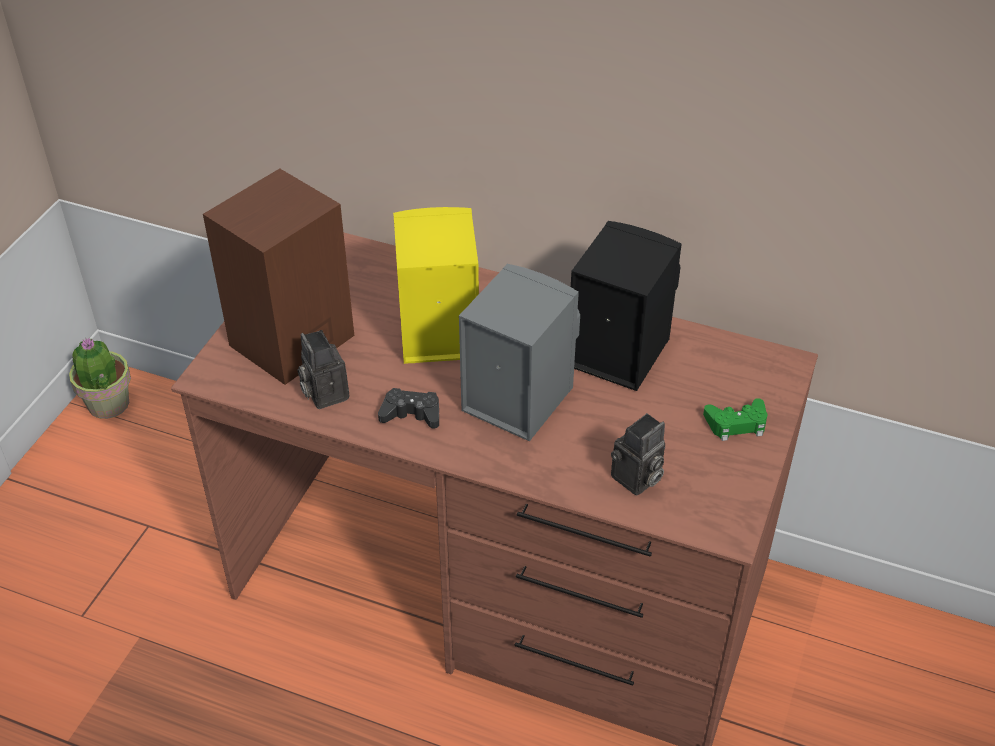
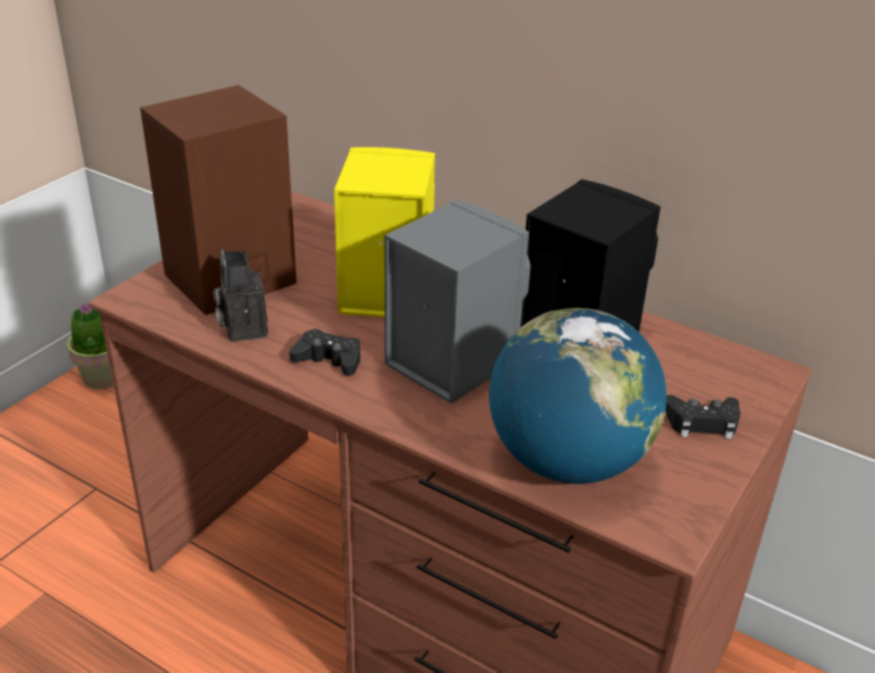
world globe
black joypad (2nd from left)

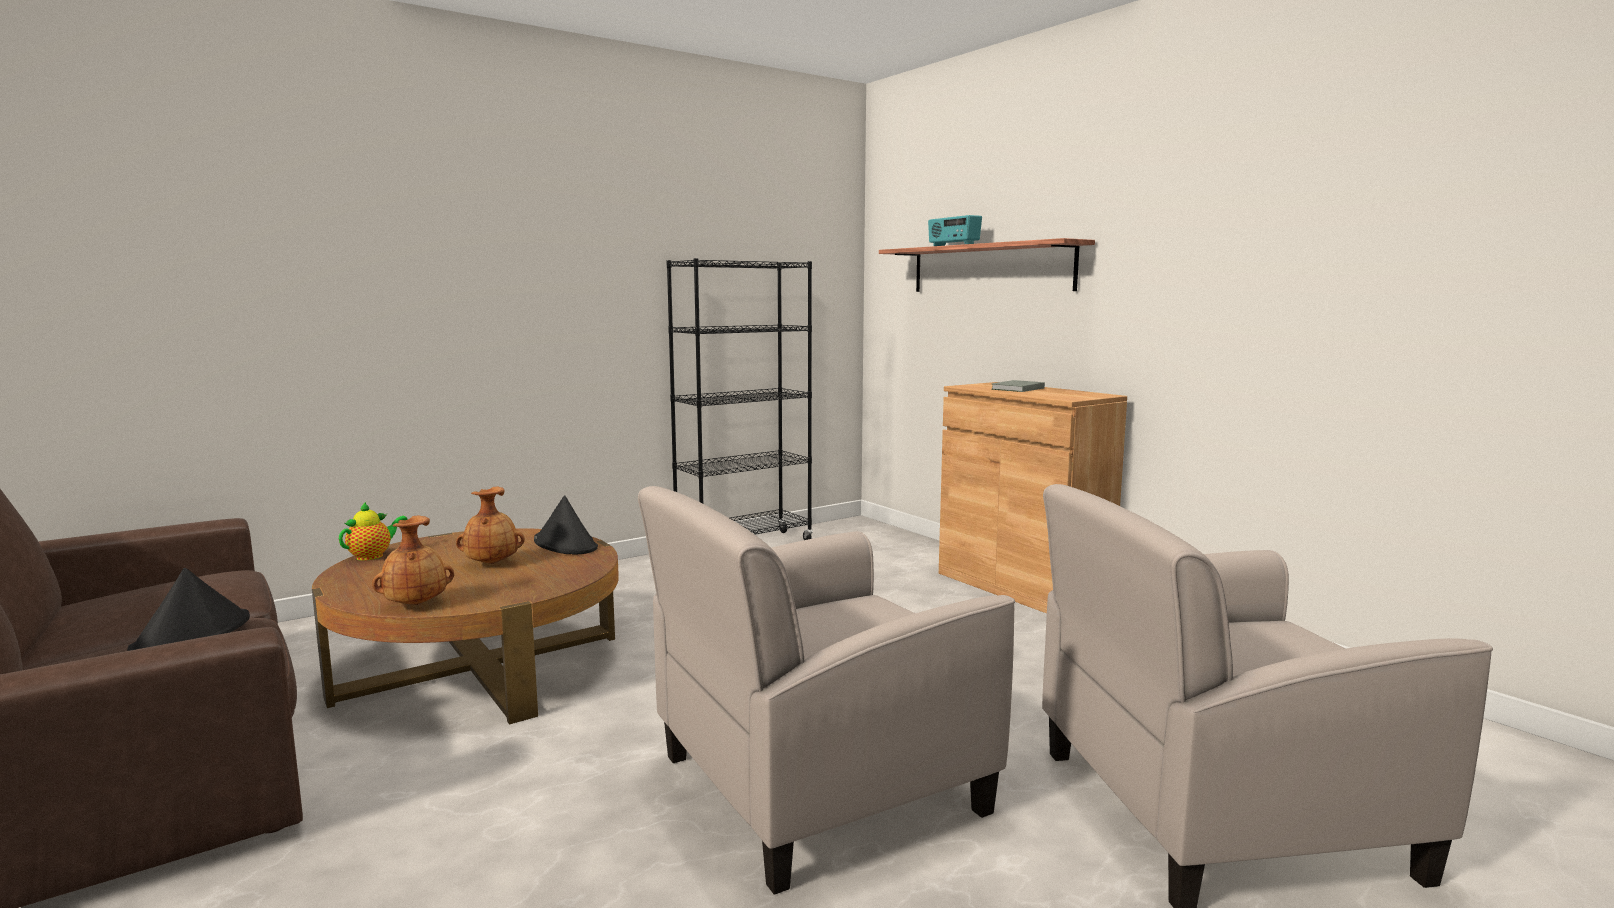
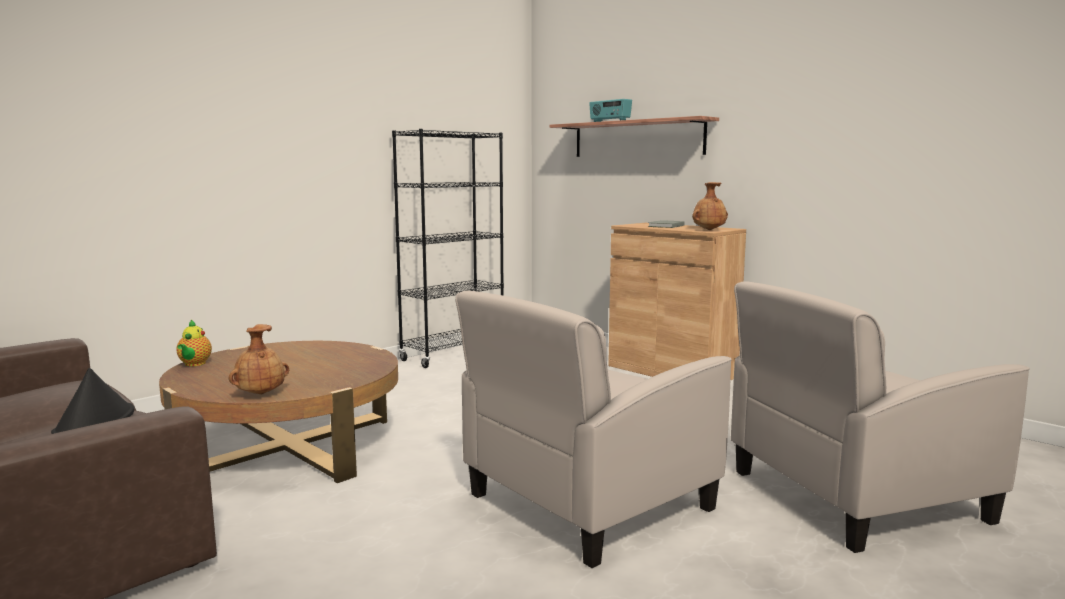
pot for tea
brownish decorative vase (2nd from left)
black wearable hat (2nd from left in the first image)

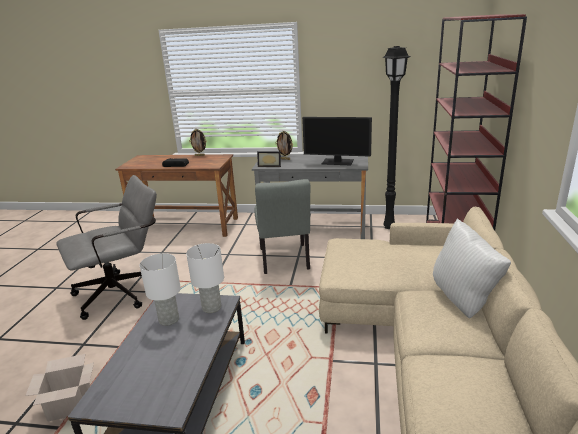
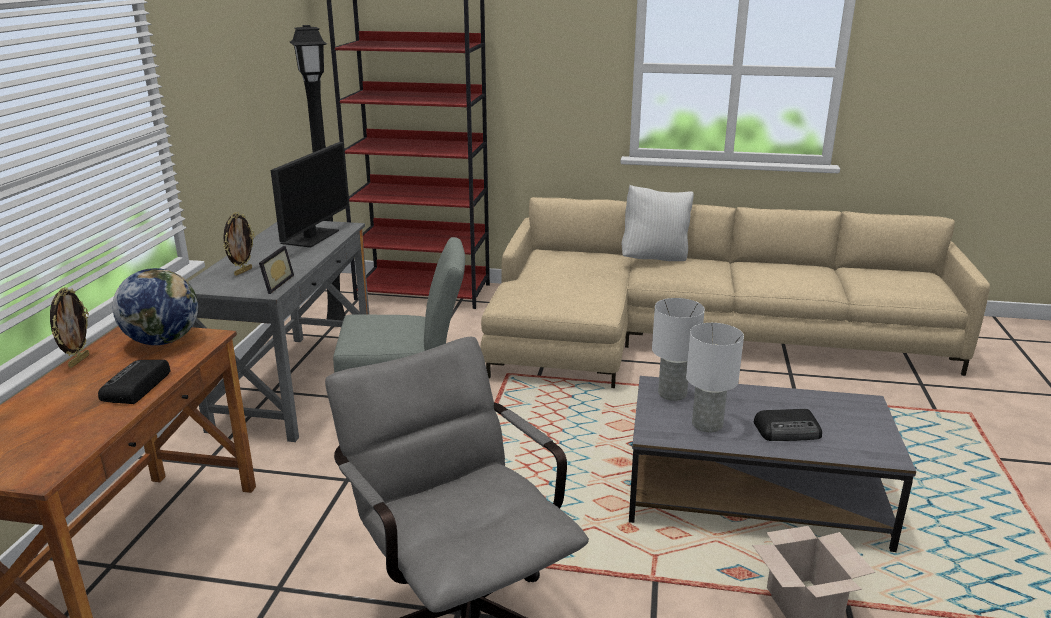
world globe
radio set (2nd from left)

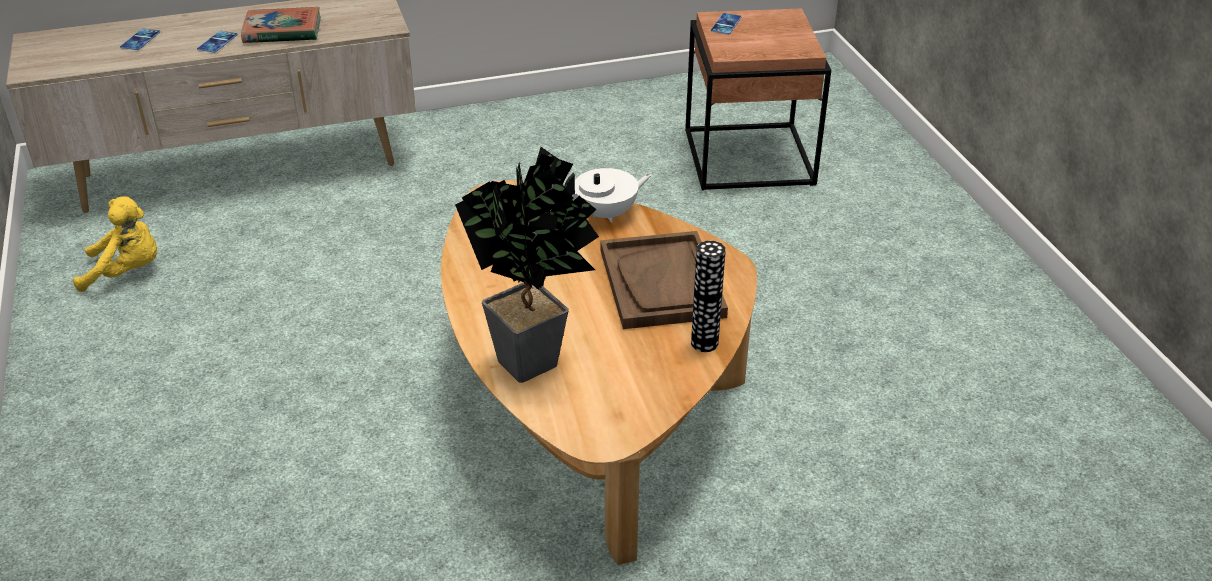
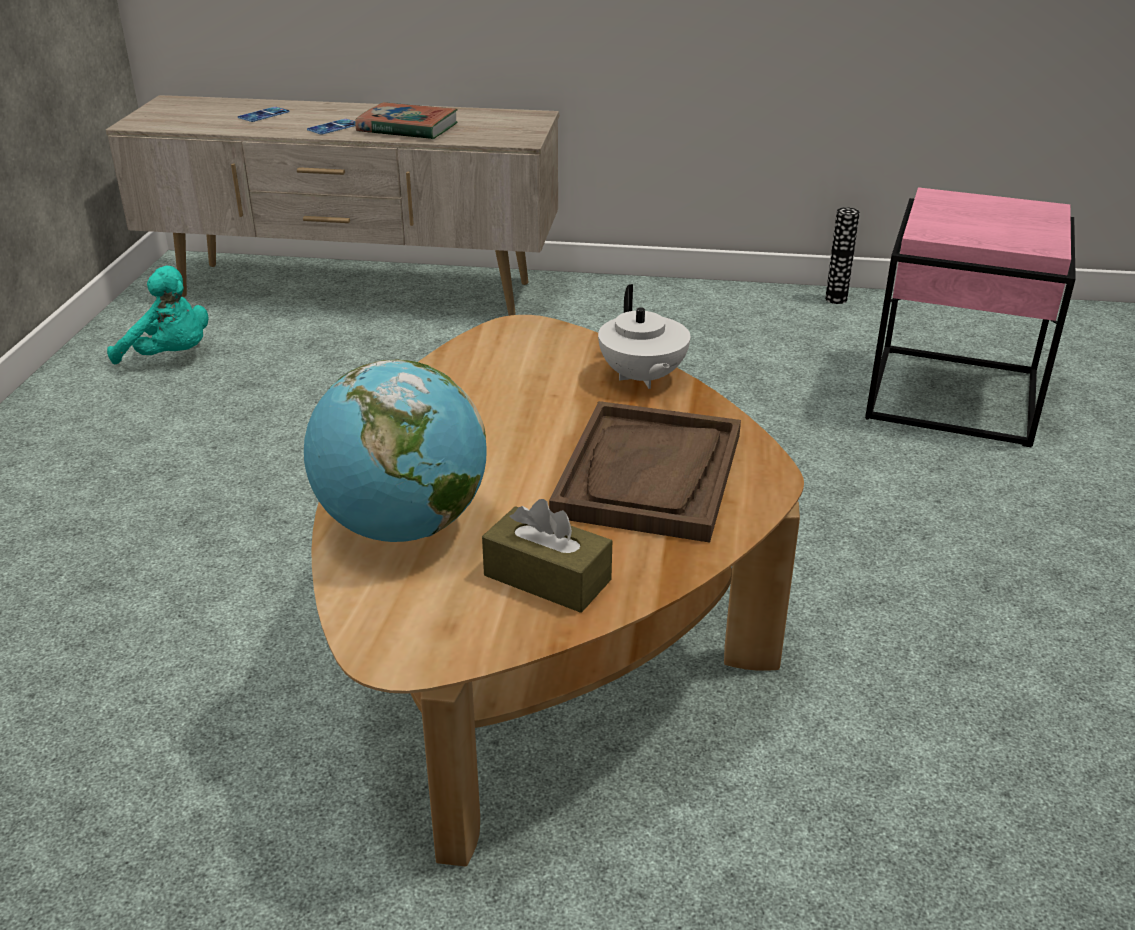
turquoise plush toy
world globe
brownish box of tissues
white-coloured pot for tea
decorative vase
pink end table
phone (3rd from left in the first image)

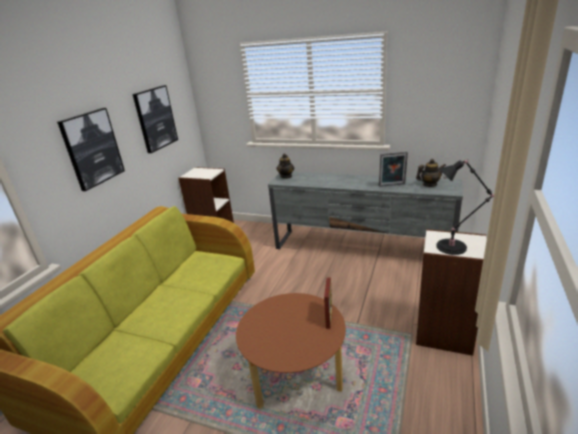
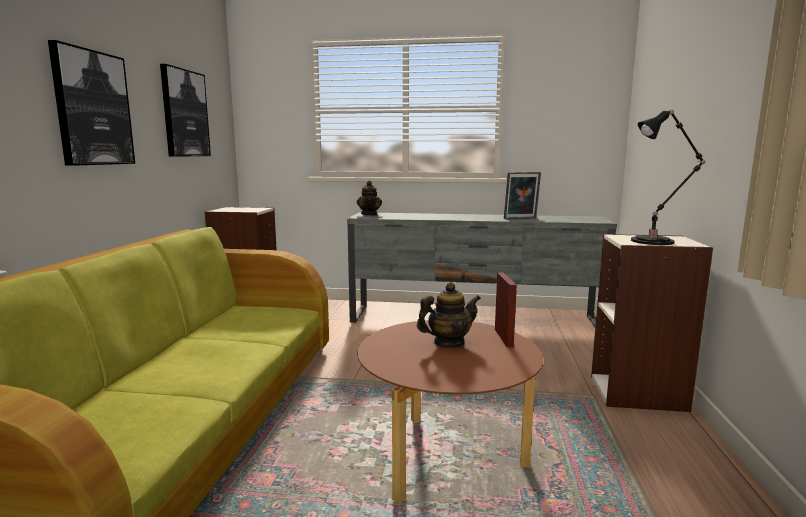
pot for tea (2nd from left)

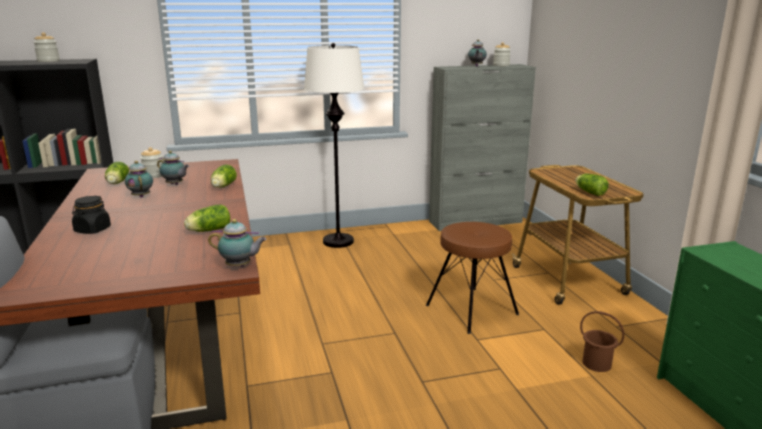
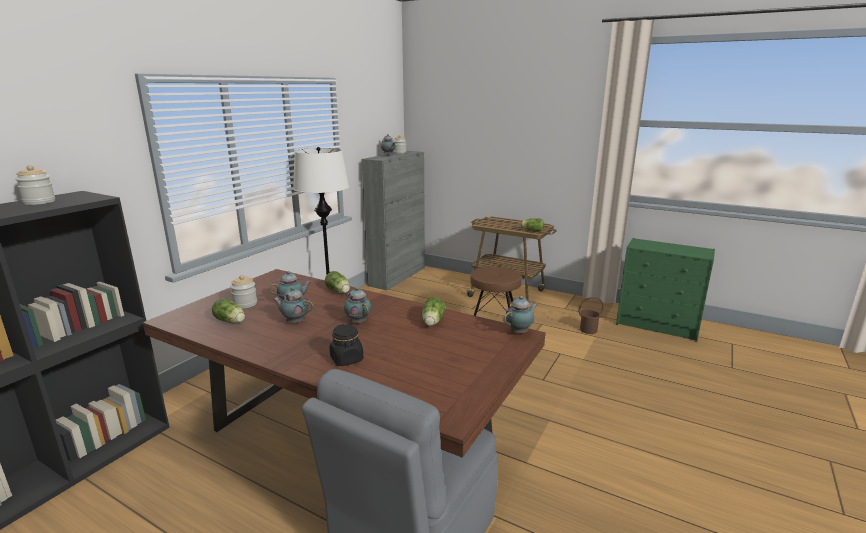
pot for tea (3rd from left)

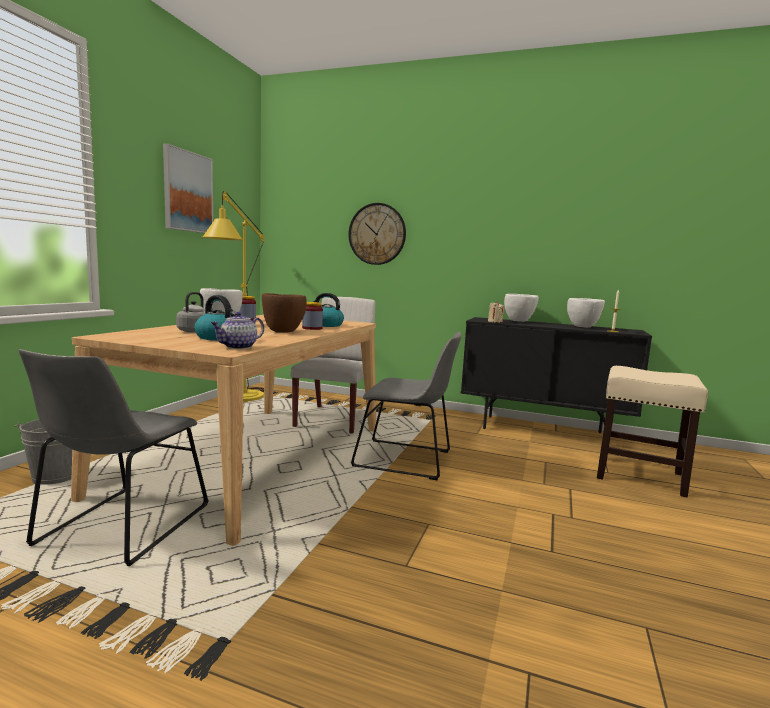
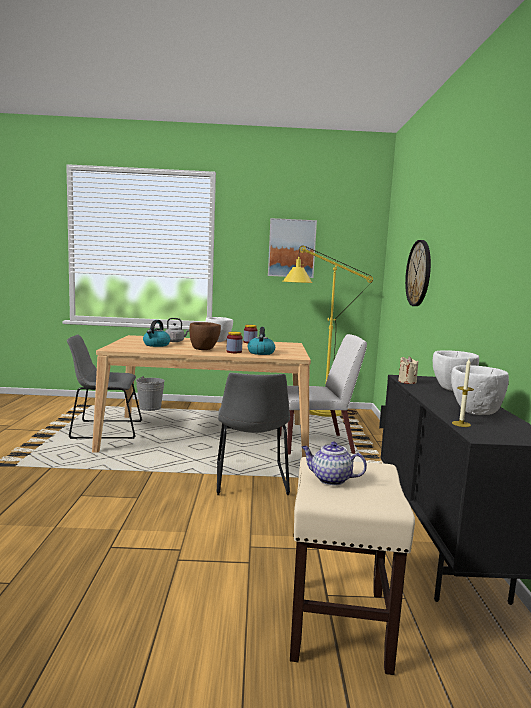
pot for tea

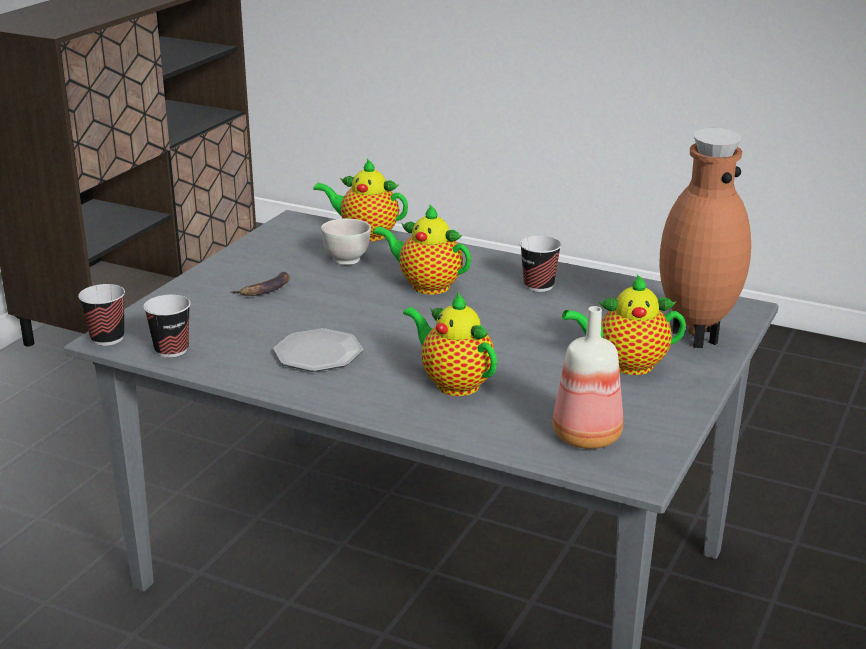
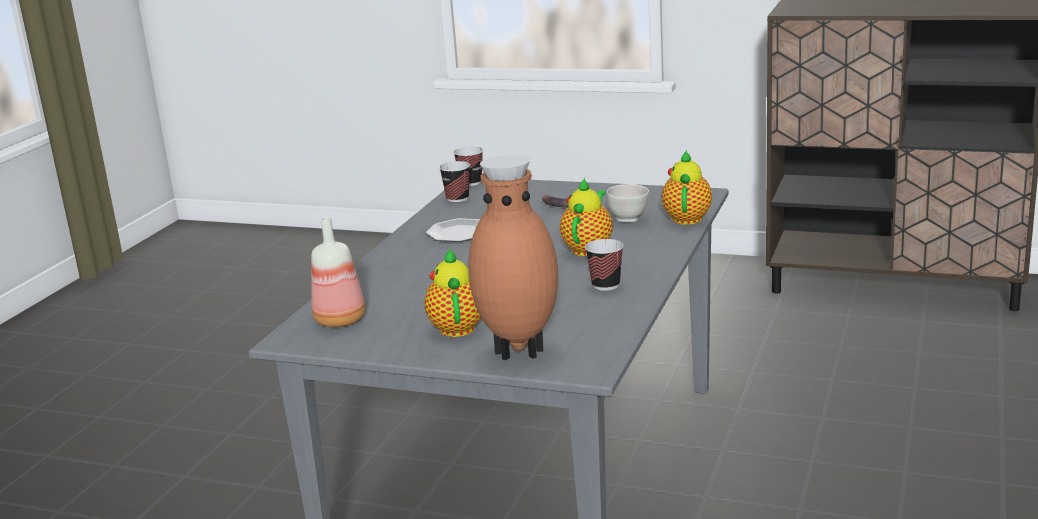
pot for tea (3rd from left in the first image)

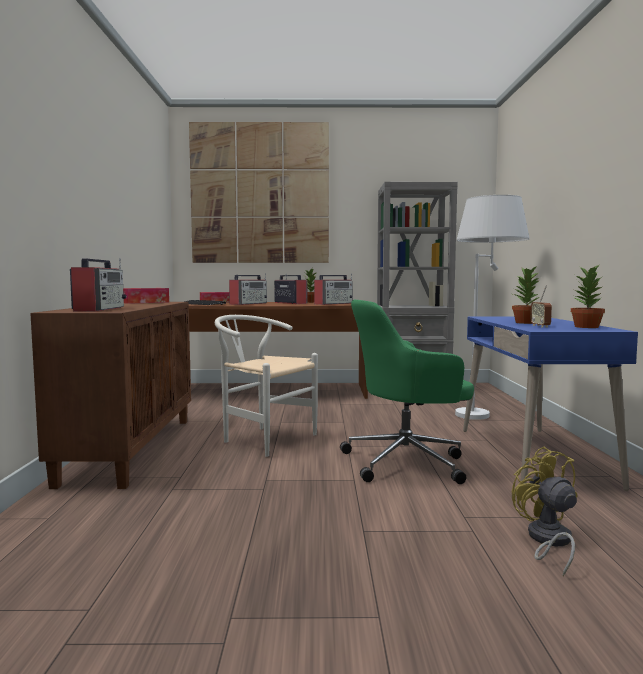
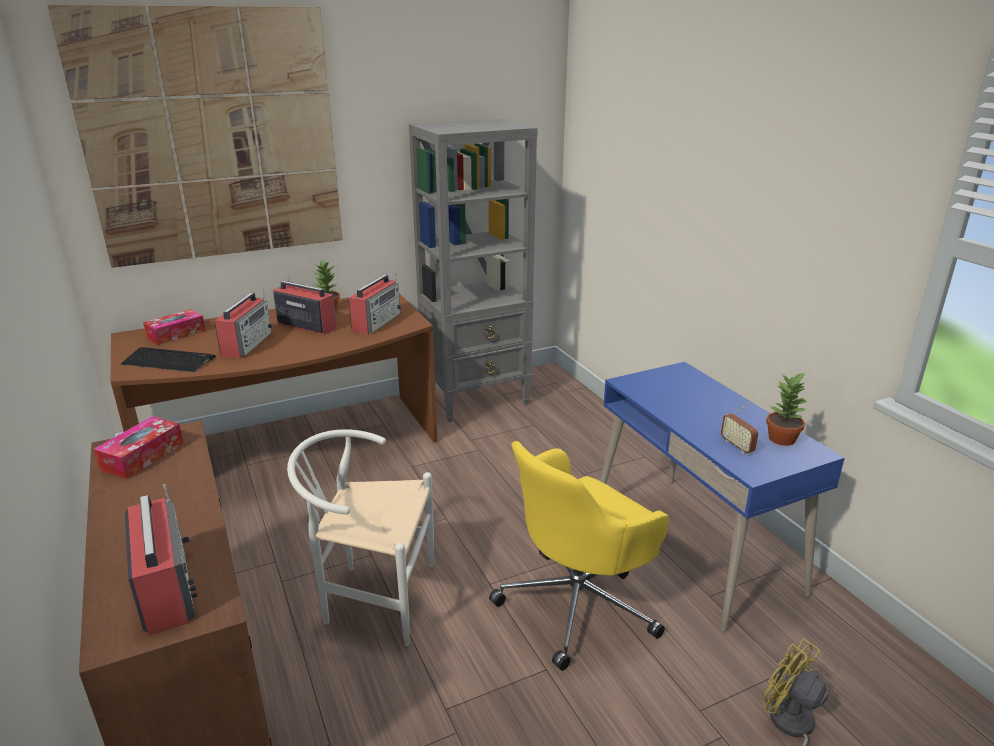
yellow office chair
white-coloured standing lamp
potted plant (2nd from left in the first image)

